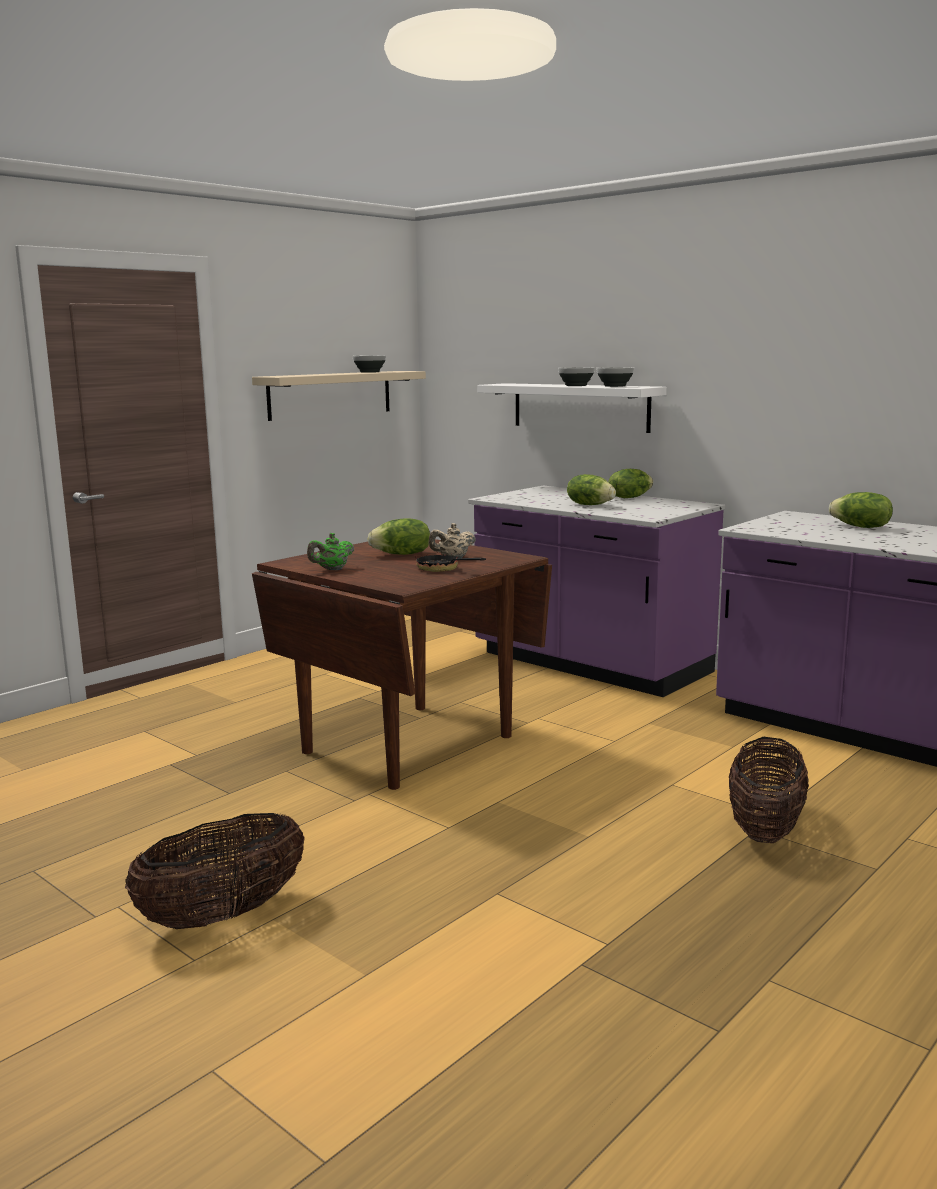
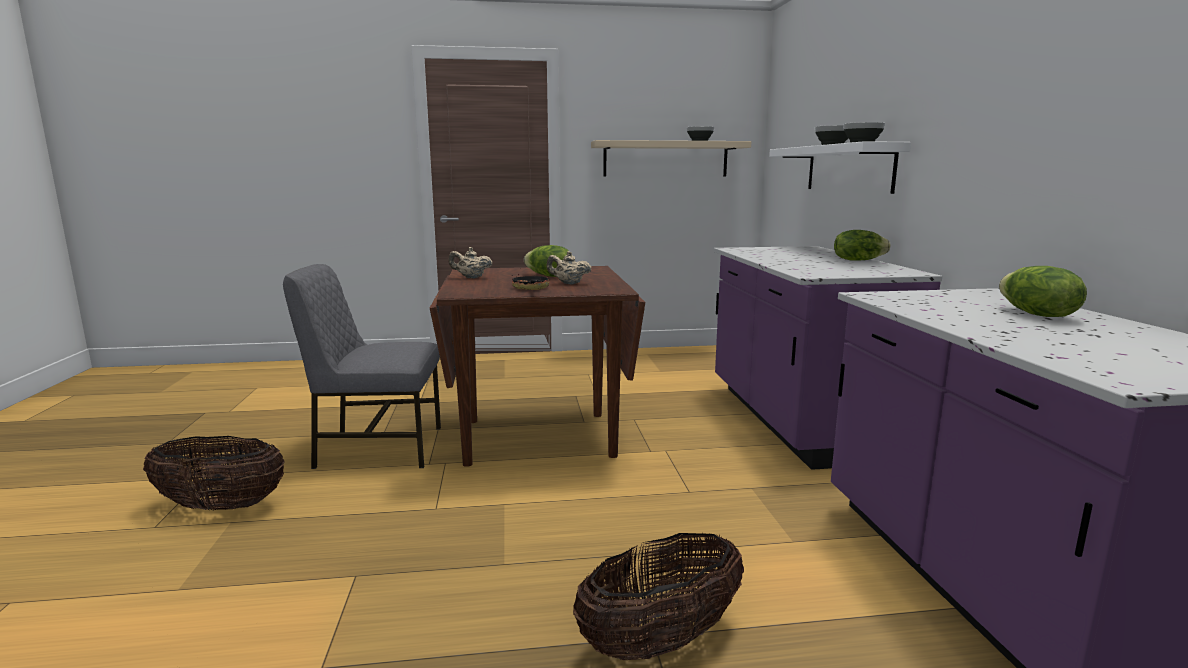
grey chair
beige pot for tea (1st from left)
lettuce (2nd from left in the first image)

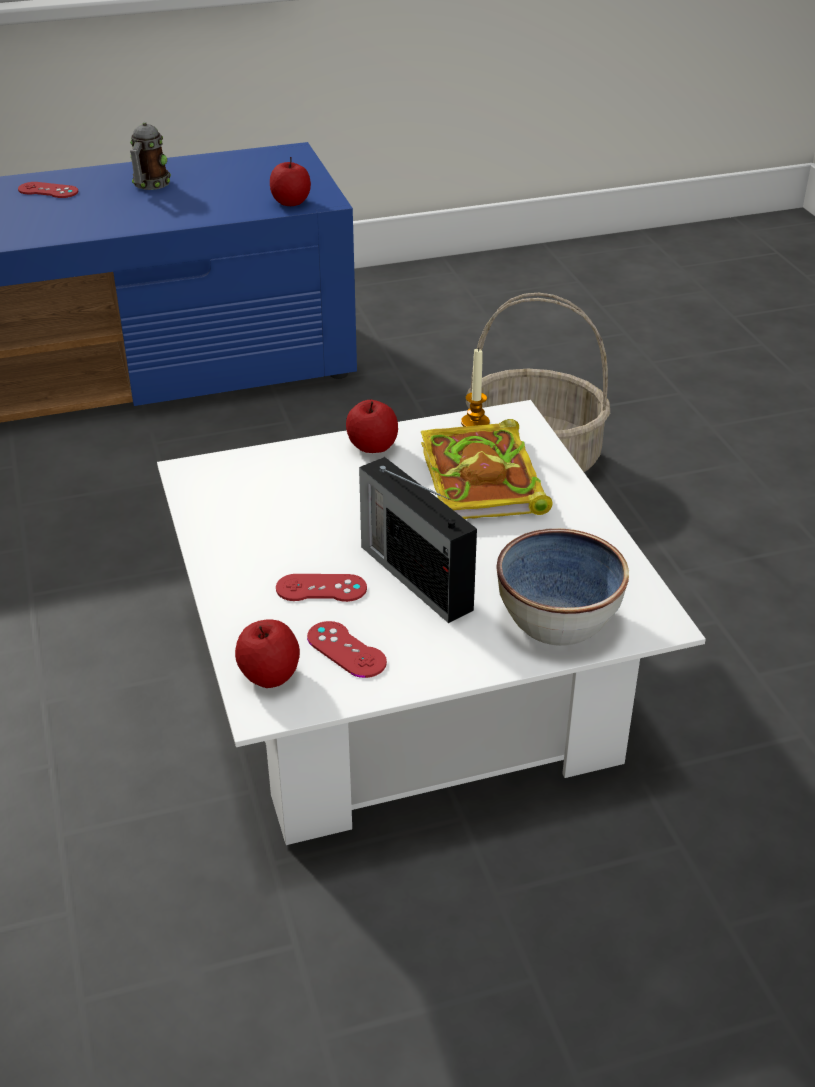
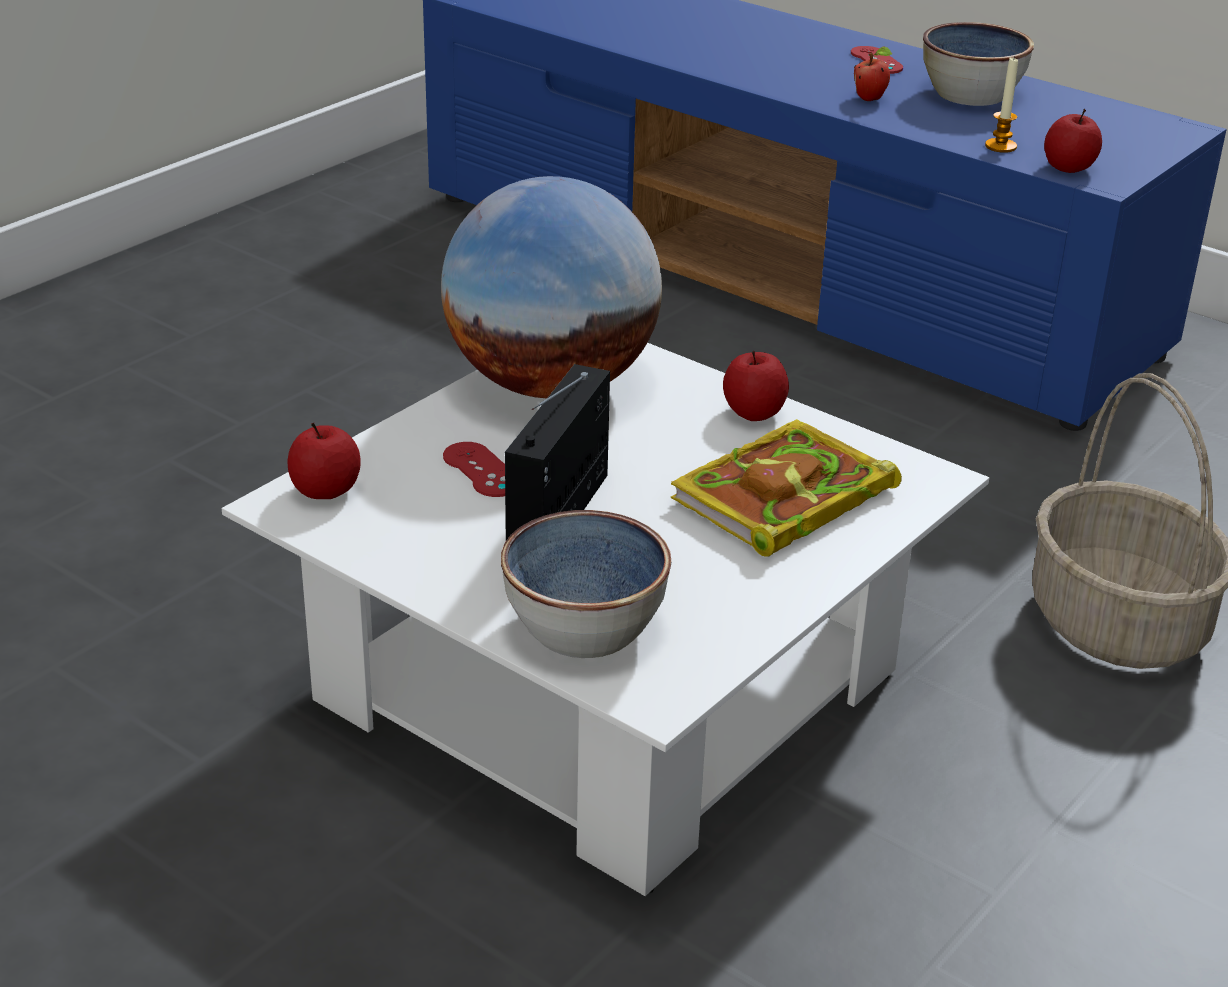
world globe
whole apple (3rd from left)
deep dish (2nd from left)
wax light
reddish joypad (3rd from left in the first image)

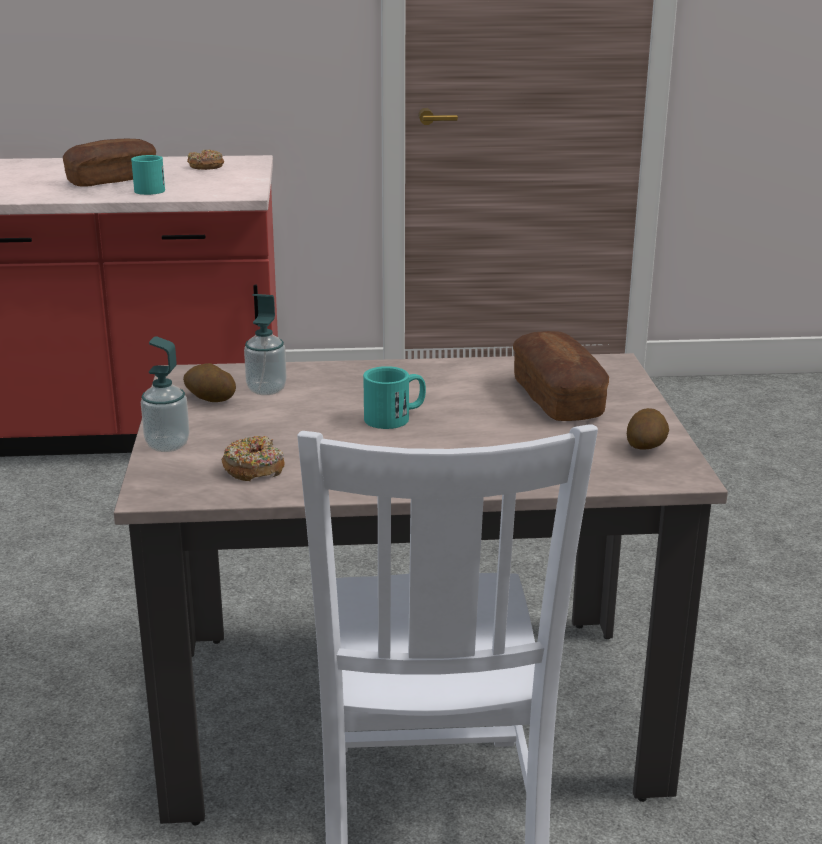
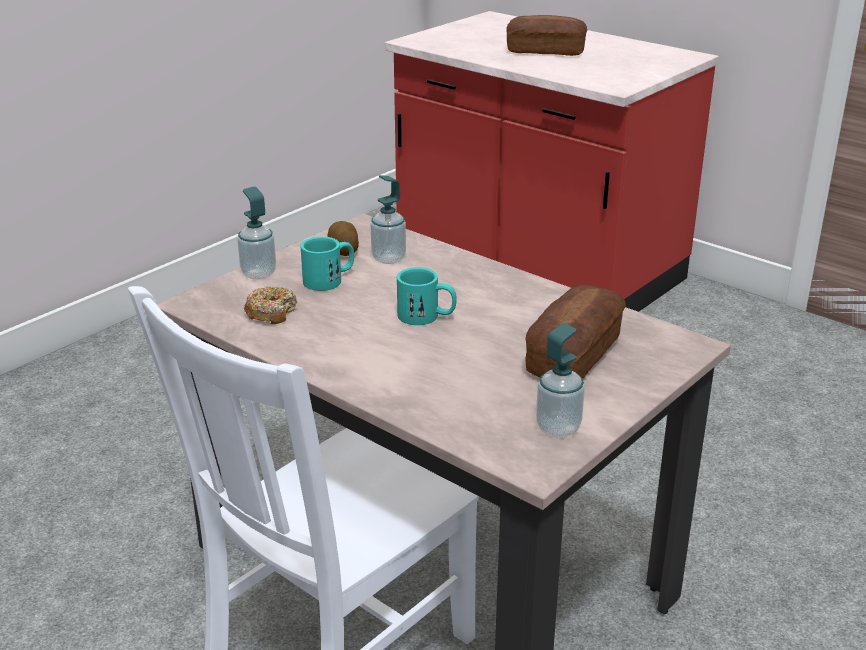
turquoise coffee mug (1st from left)
soap bottle (3rd from left)
donut (1st from left in the first image)

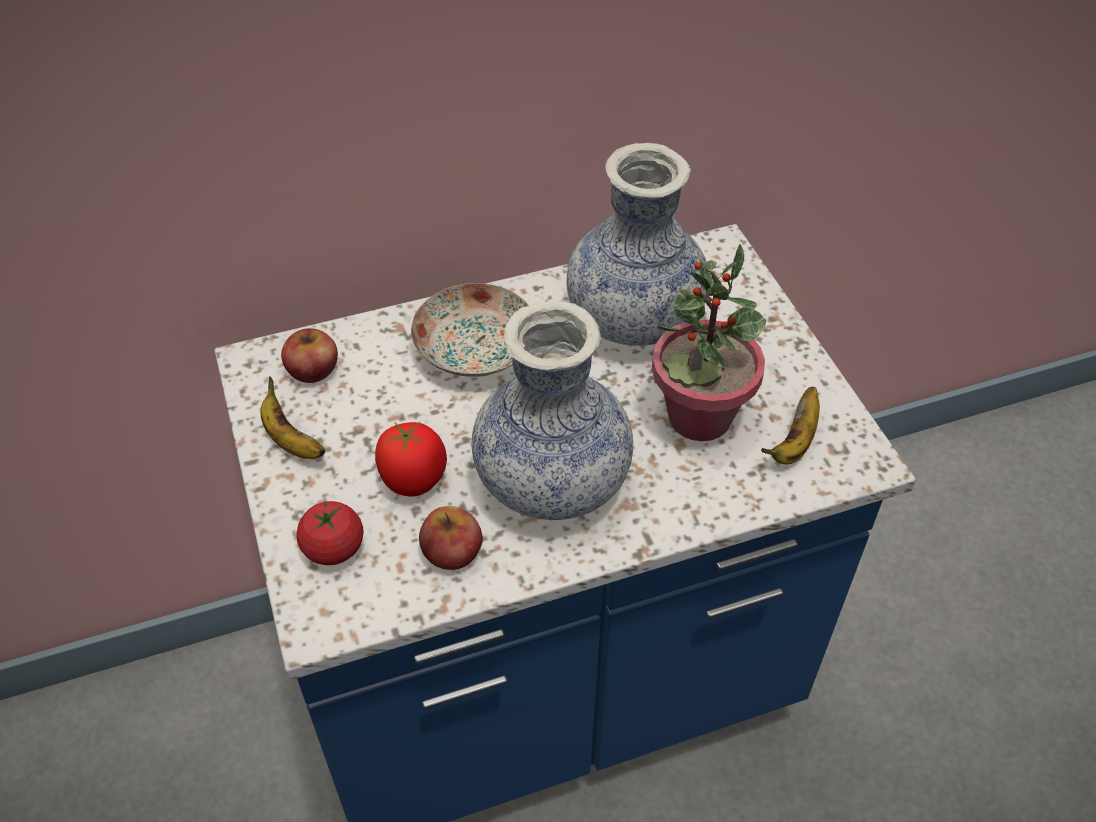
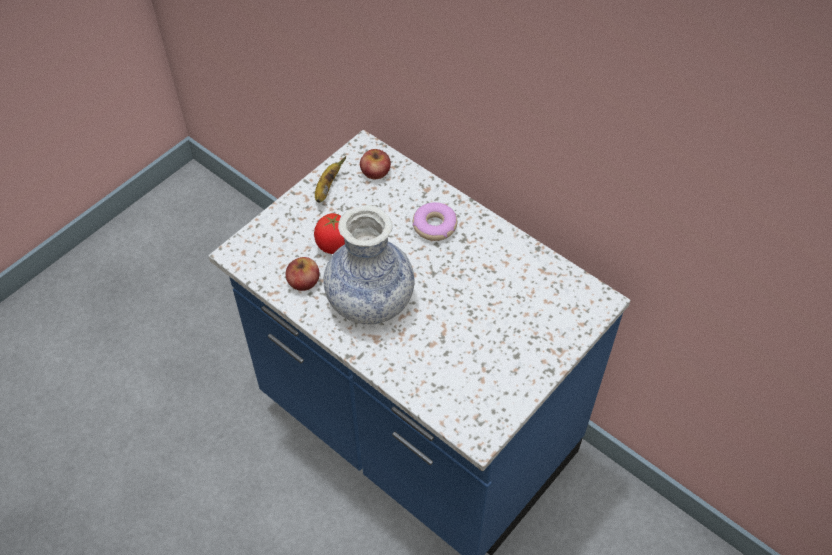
donut
whole tomato (1st from left in the first image)
decorative vase (2nd from left in the first image)
potted plant
whole banana (2nd from left in the first image)

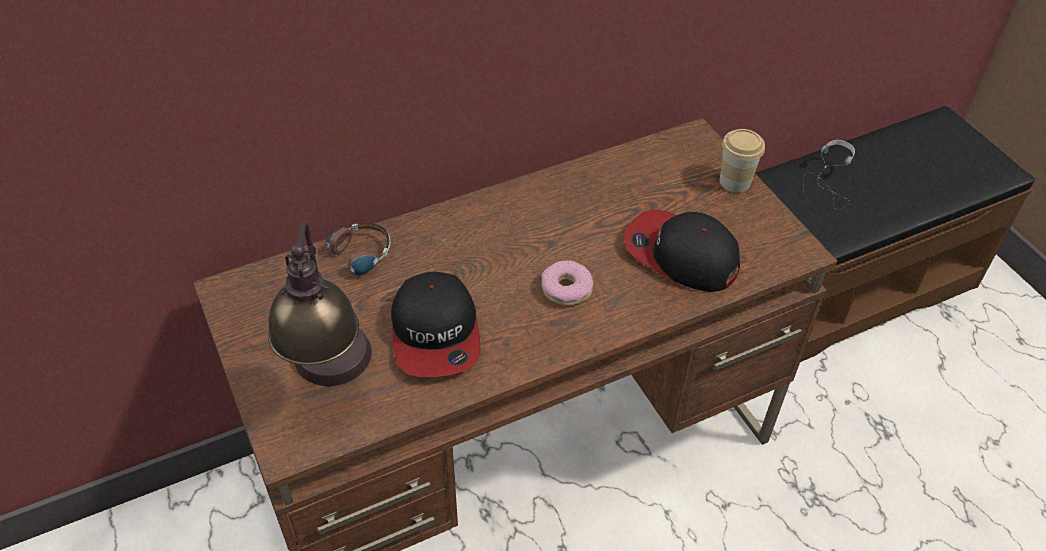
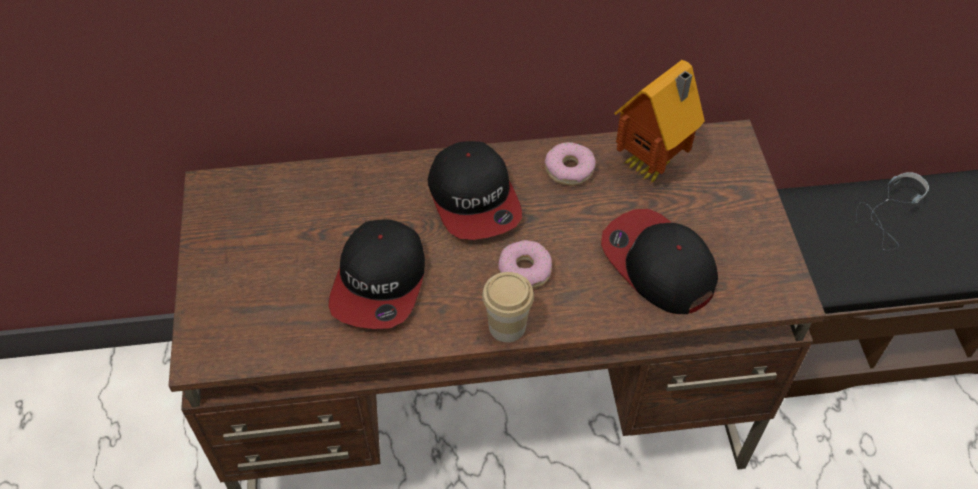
cap (2nd from left)
small cup
donut (2nd from left)
model house
lamp for a table
headset (1st from left in the first image)

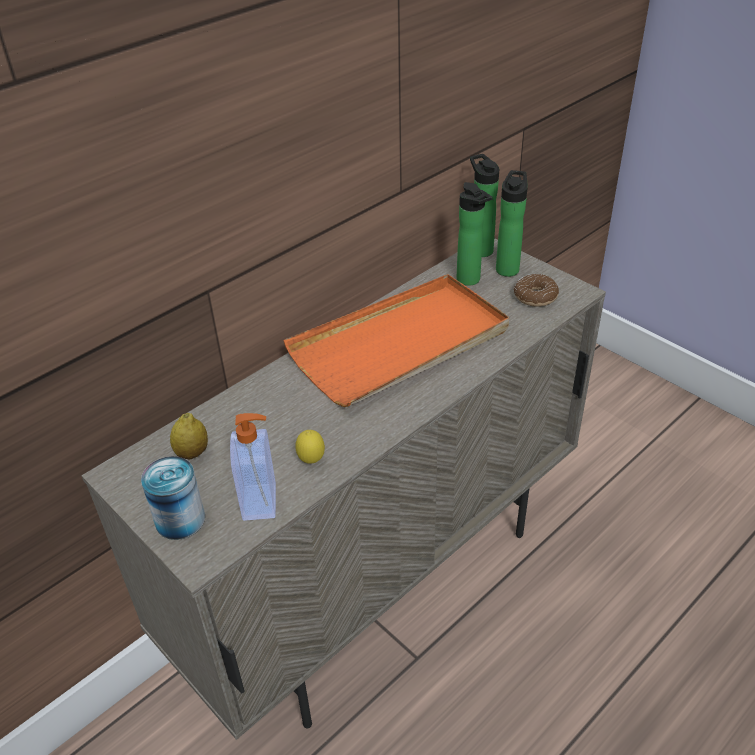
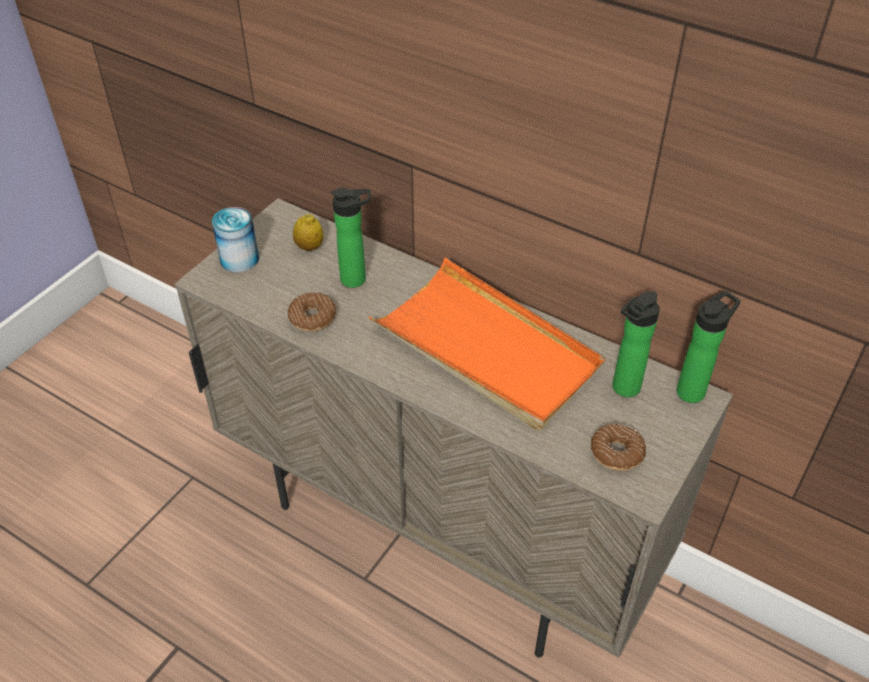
donut (1st from left)
drink bottle (1st from left)
soap bottle

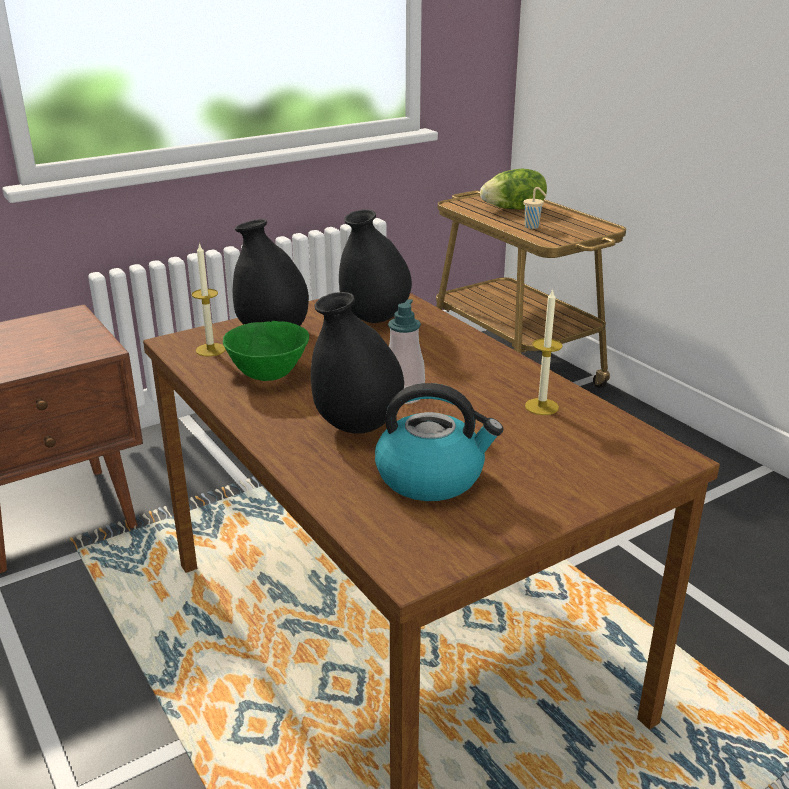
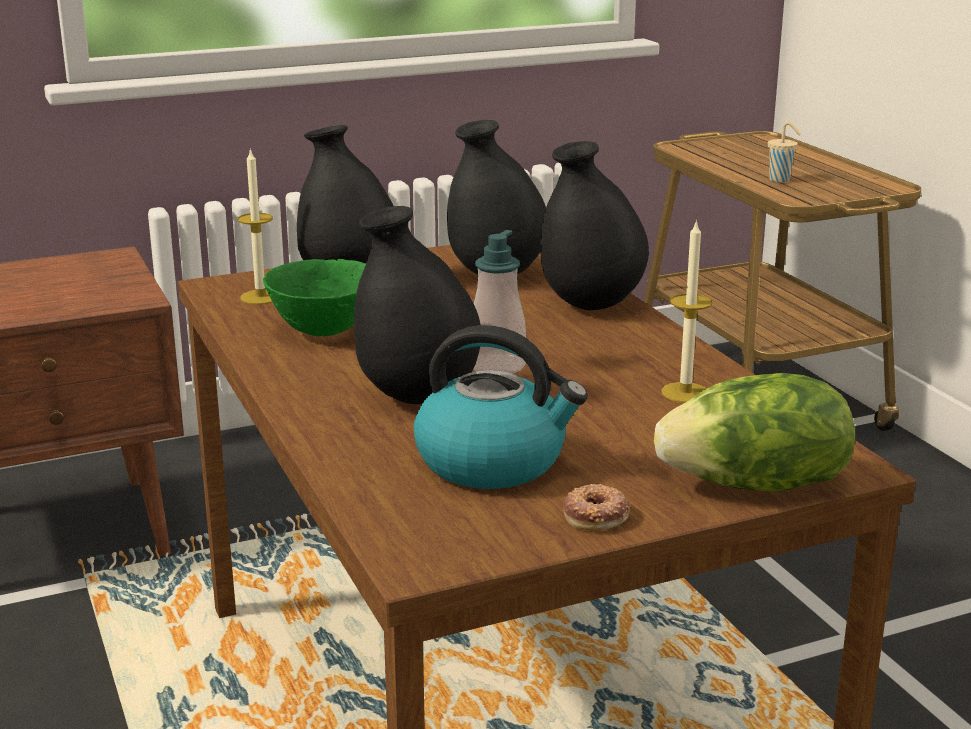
black decorative vase (4th from left)
donut
lettuce

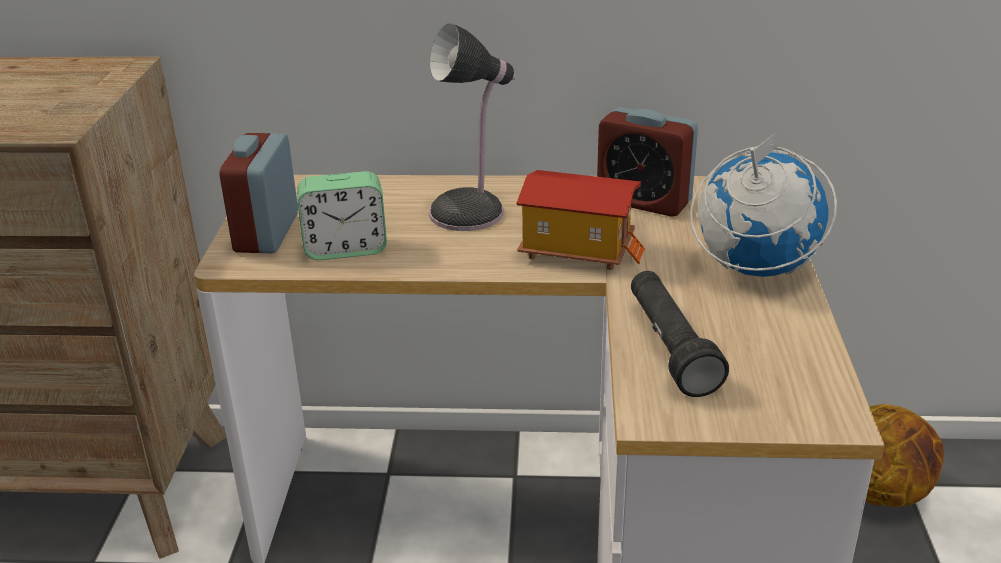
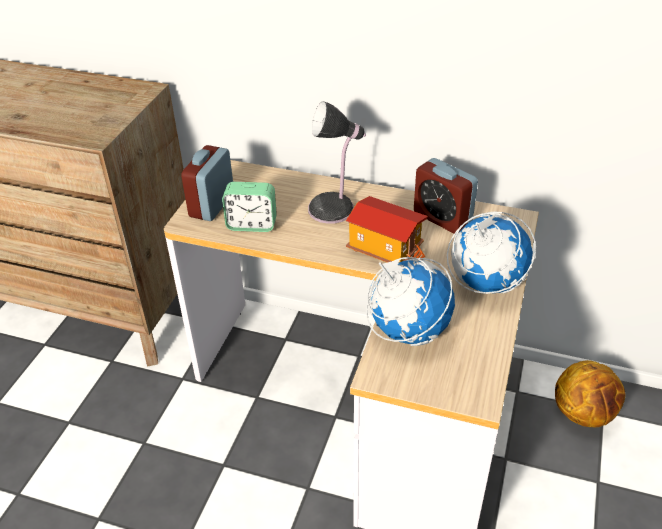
world globe (1st from left)

